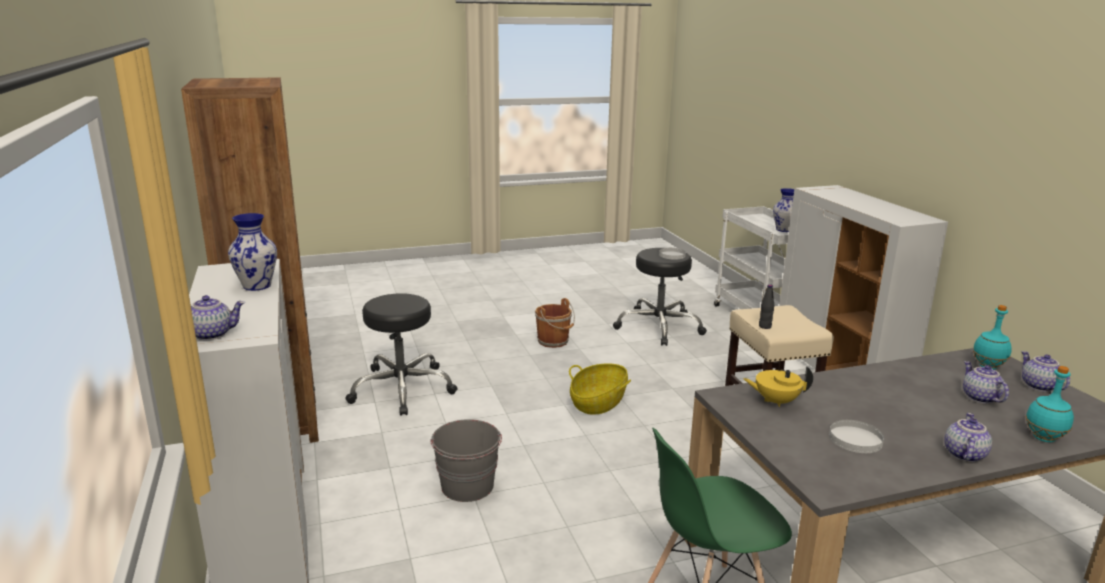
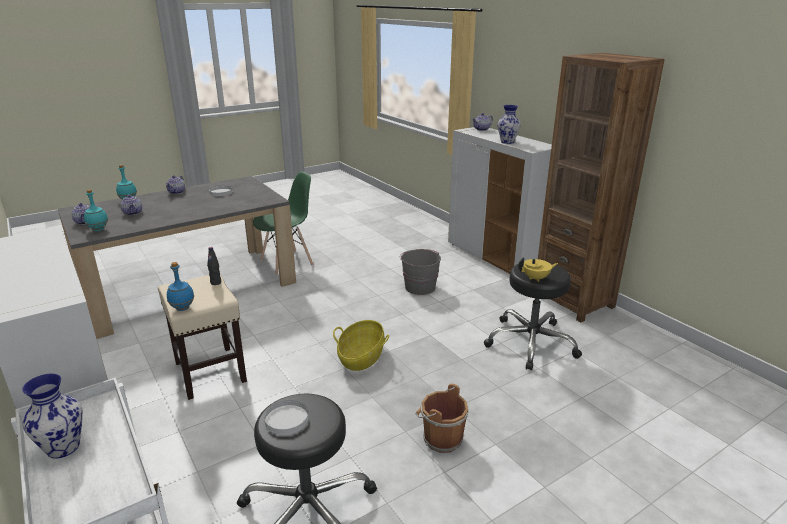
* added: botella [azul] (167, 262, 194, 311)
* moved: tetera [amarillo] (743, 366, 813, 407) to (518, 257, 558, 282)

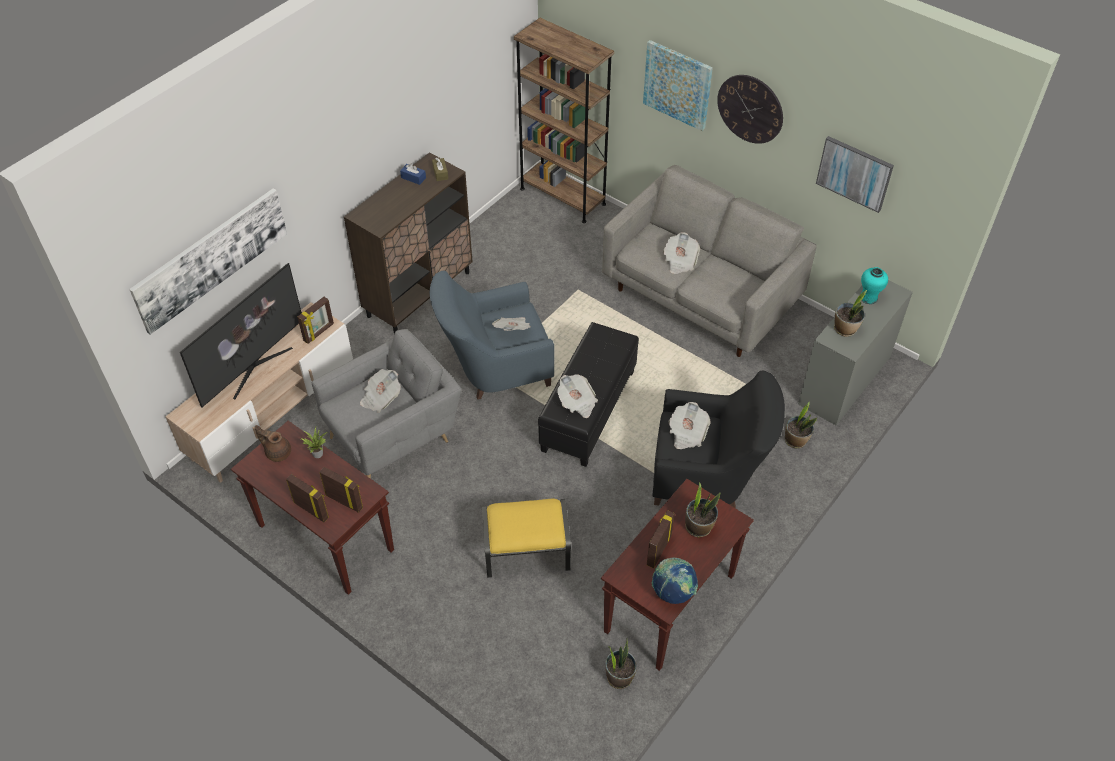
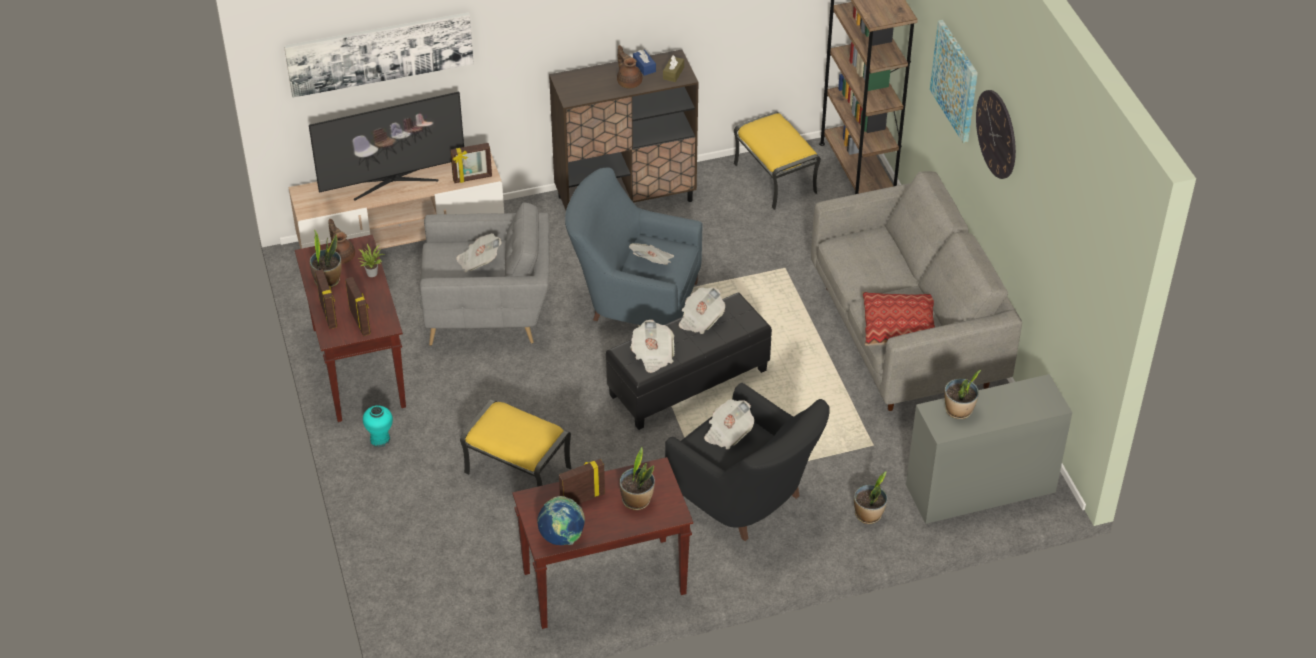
* moved: planta en maceta (605, 639, 637, 689) to (310, 229, 342, 288)
* moved: florero [turquesa] (861, 267, 888, 305) to (363, 405, 393, 447)
* added: tetera [marrón] (617, 45, 642, 88)
* moved: periódico (663, 232, 700, 274) to (679, 287, 725, 334)
* added: puf [amarillo] (734, 112, 821, 210)
* added: cojín (862, 292, 935, 346)
* removed: cuadro (816, 136, 894, 213)

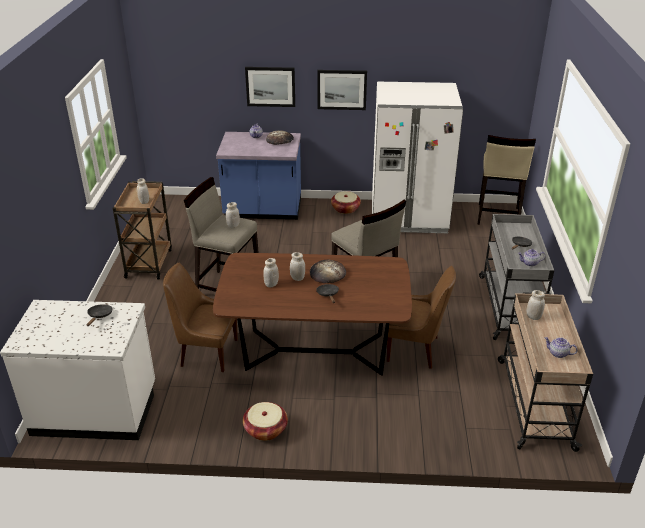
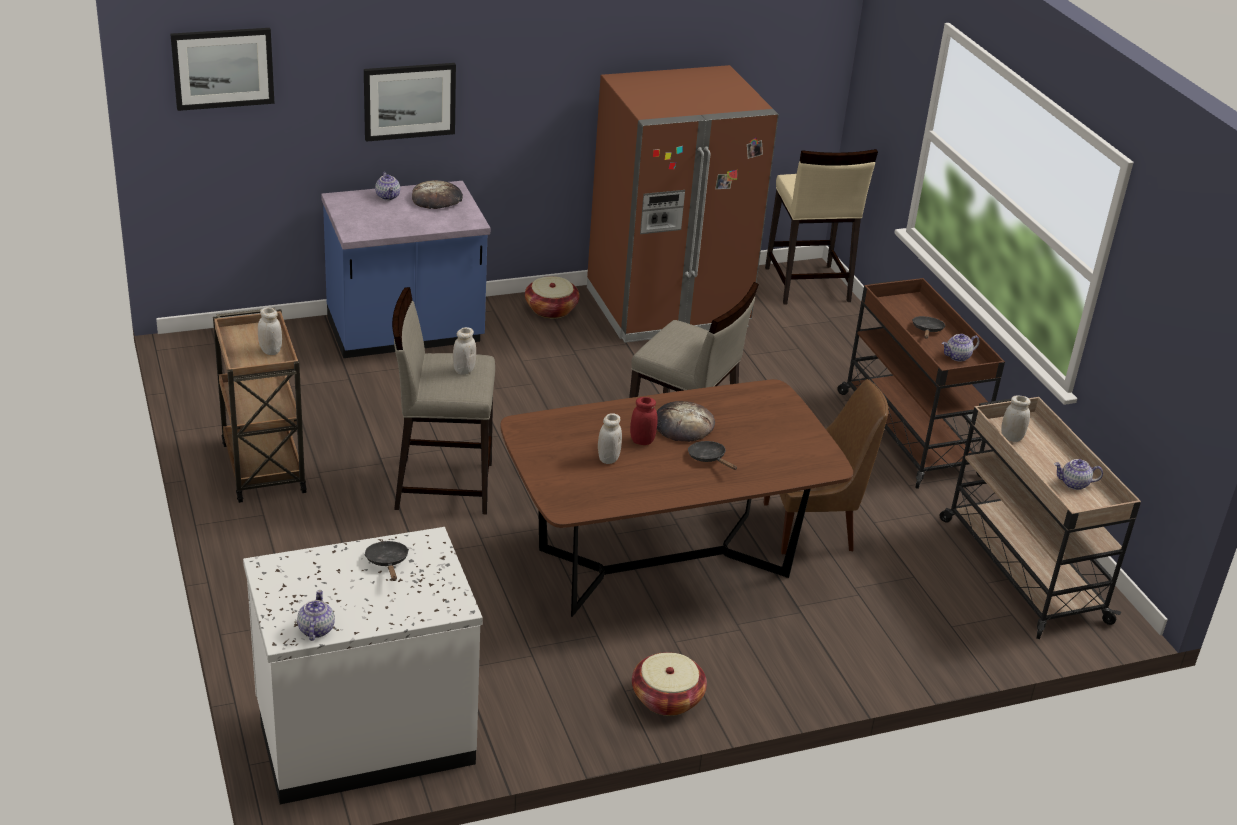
* moved: cuadro (317, 70, 367, 110) to (170, 28, 275, 111)
* added: tetera (297, 590, 335, 641)
* recoloured: nevera [blanco] (372, 82, 463, 233) to nevera [marrón] (587, 65, 779, 343)
* recoloured: tarro [blanco] (290, 252, 305, 281) to tarro [rojo] (630, 397, 658, 445)
* recoloured: carrito [gris] (479, 214, 554, 340) to carrito [marrón] (837, 278, 1005, 489)
* removed: silla [marrón] (163, 263, 238, 372)

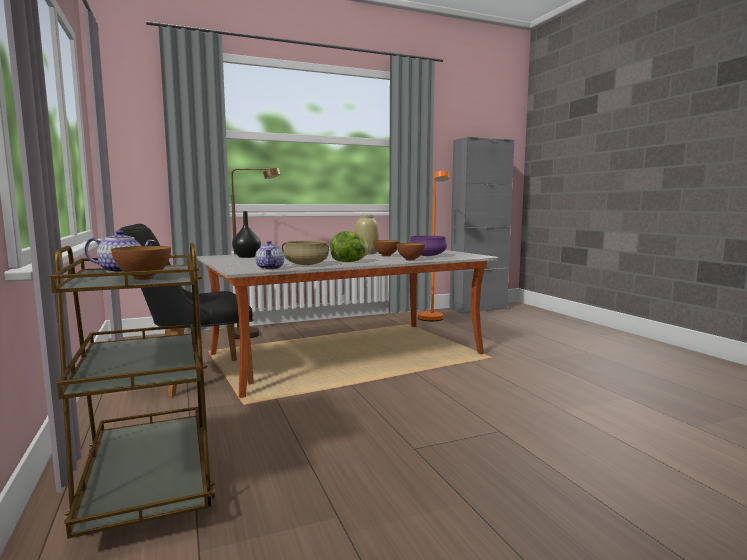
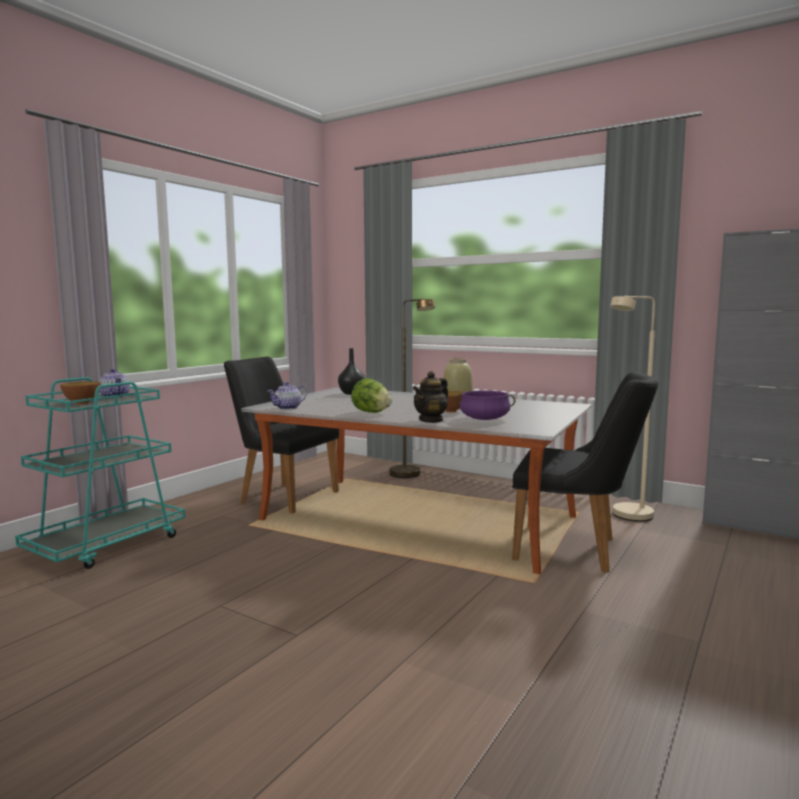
* recoloured: carrito [marrón] (50, 243, 216, 539) to carrito [turquesa] (15, 377, 185, 569)
* replaced: cuenco (397, 243, 425, 260) to tetera (413, 371, 448, 423)
* added: silla [negro] (512, 372, 659, 573)
* recoloured: lámpara de pie [naranja] (418, 171, 449, 321) to lámpara de pie [beis] (611, 296, 655, 522)
* removed: olla [beis] (282, 241, 329, 265)

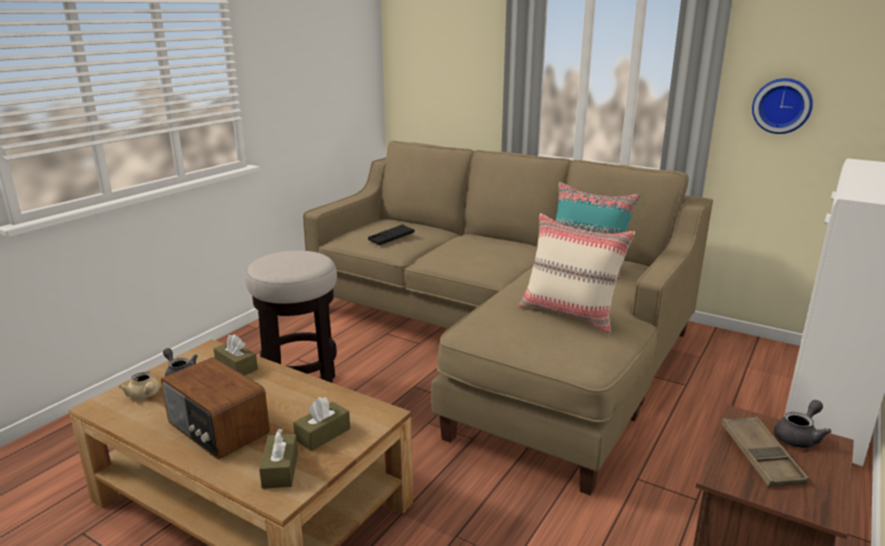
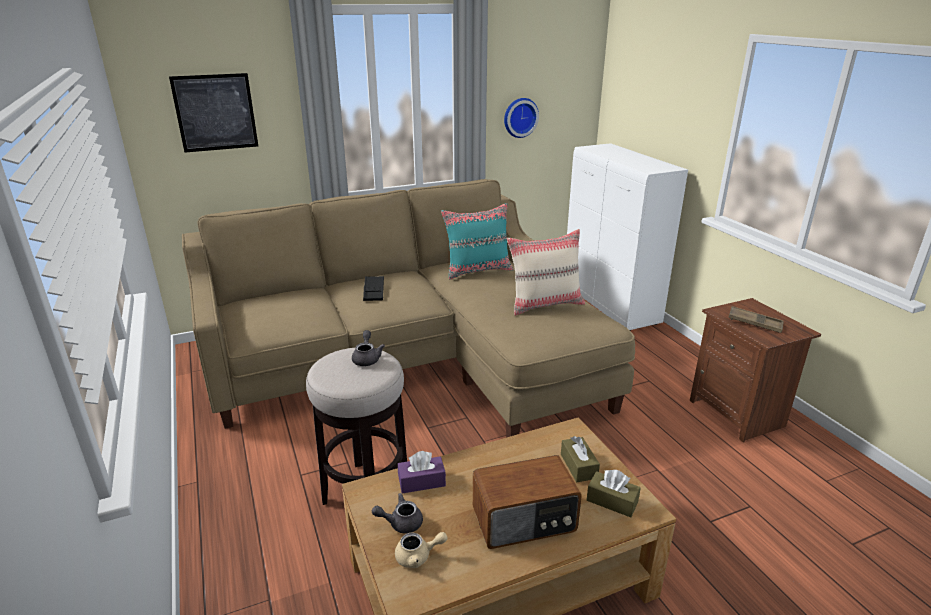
* added: cuadro (169, 73, 258, 152)
* moved: tetera [gris] (774, 400, 832, 448) to (352, 330, 385, 366)
* moved: bandeja [negro] (368, 224, 414, 245) to (363, 276, 384, 301)
* recoloured: caja de pañuelos [marrón] (214, 334, 258, 375) to caja de pañuelos [morado] (398, 451, 446, 493)

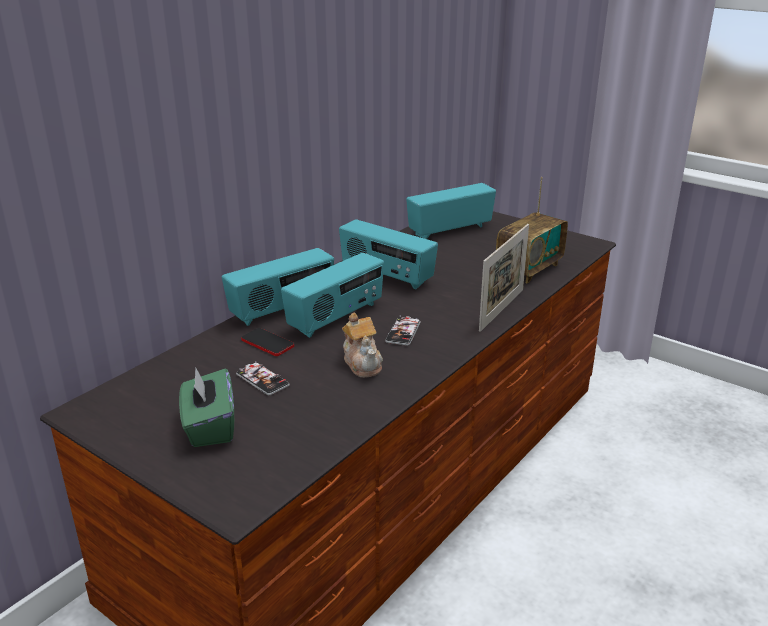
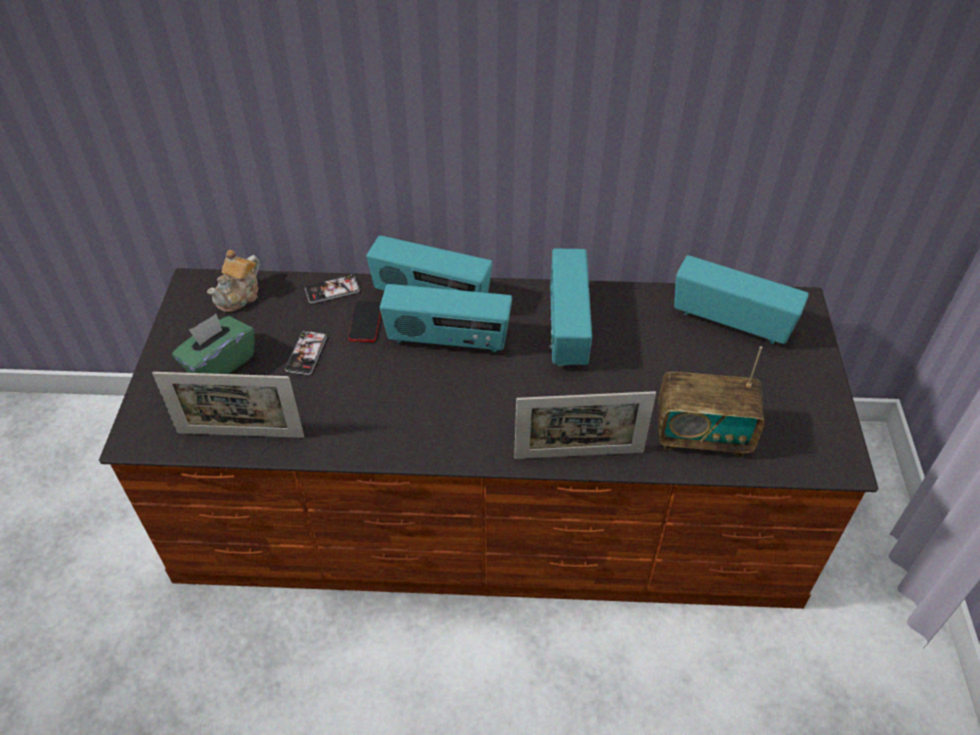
* added: portarretratos (152, 372, 304, 438)
* moved: tetera (342, 313, 383, 378) to (207, 250, 259, 312)
* moved: móvil (385, 316, 421, 346) to (305, 275, 360, 304)

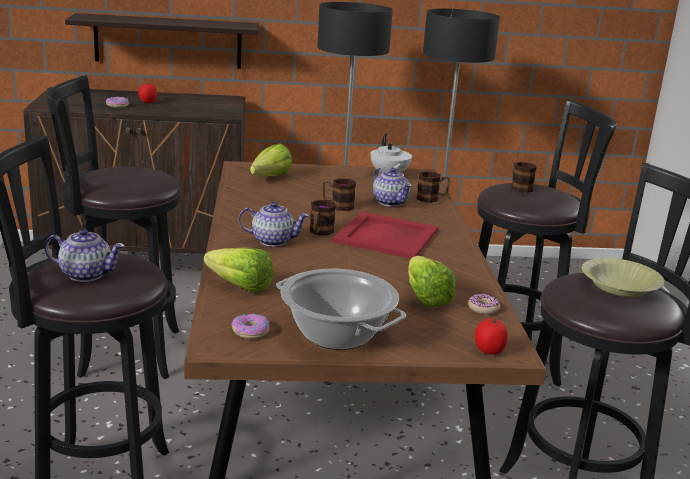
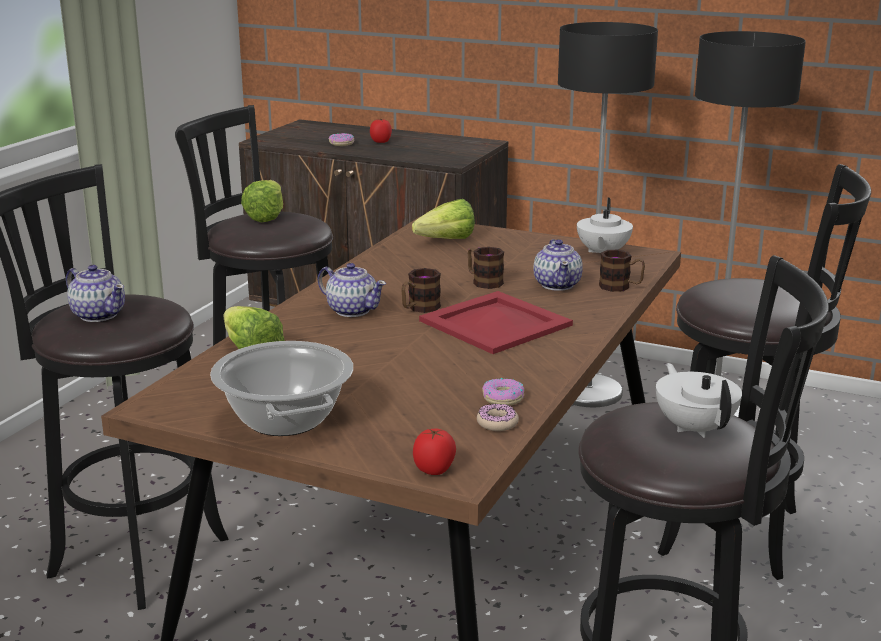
* moved: lechuga (408, 256, 456, 308) to (241, 180, 283, 222)
* moved: rosquilla (232, 314, 270, 339) to (482, 378, 524, 406)
* replaced: cuenco [amarillo] (582, 258, 665, 297) to tetera [blanco] (656, 363, 742, 438)
* removed: estante (65, 13, 259, 69)
* removed: taza grande (511, 162, 537, 193)

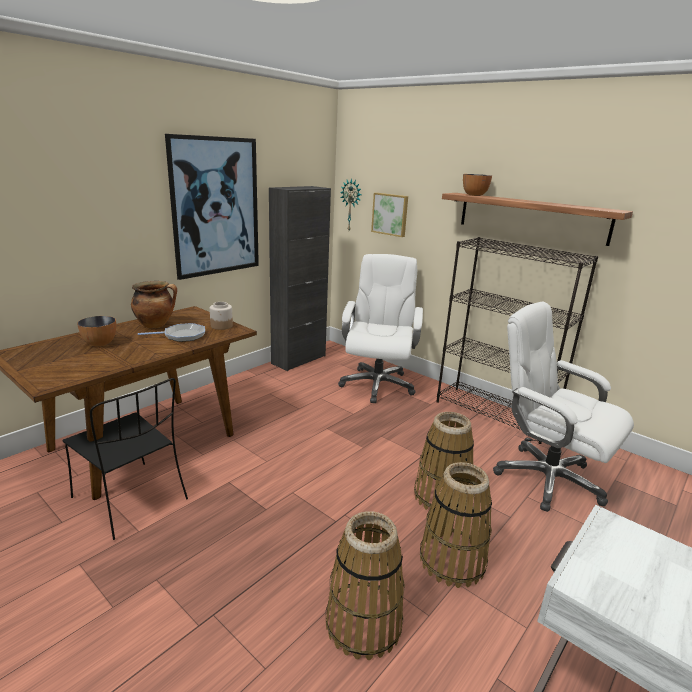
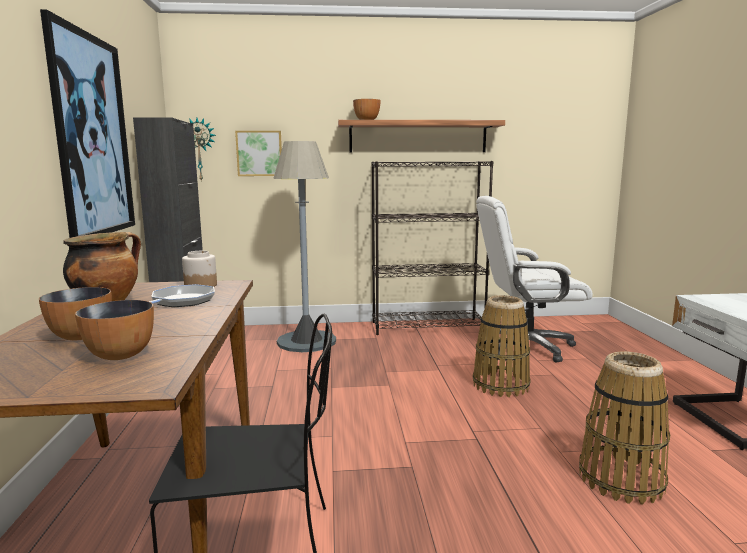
* added: cuenco (75, 300, 154, 360)
* replaced: silla de oficina [blanco] (338, 254, 423, 403) to lámpara de pie [gris] (273, 141, 336, 352)
* removed: cesta (420, 462, 492, 588)

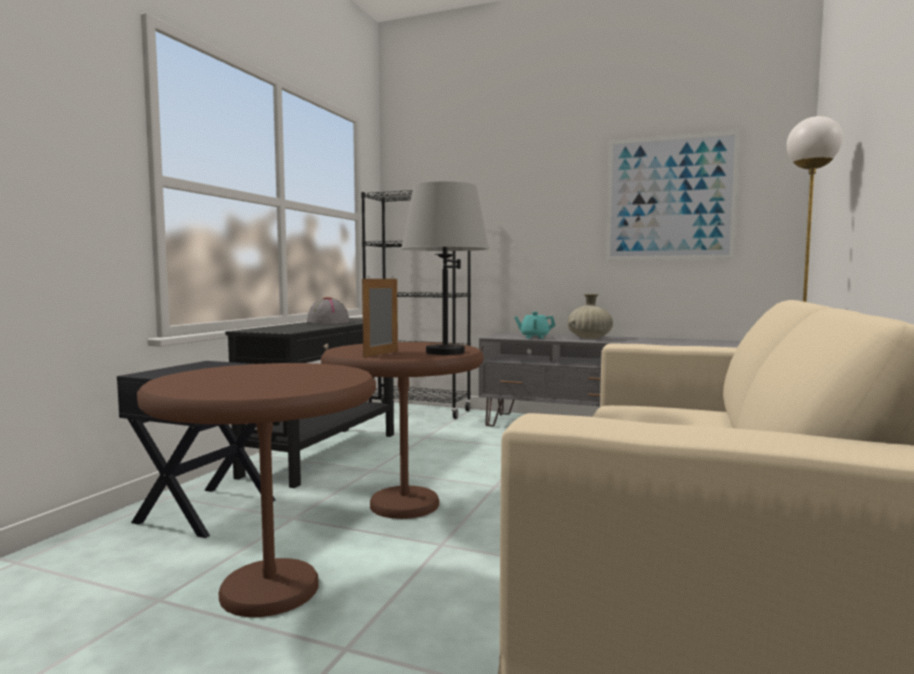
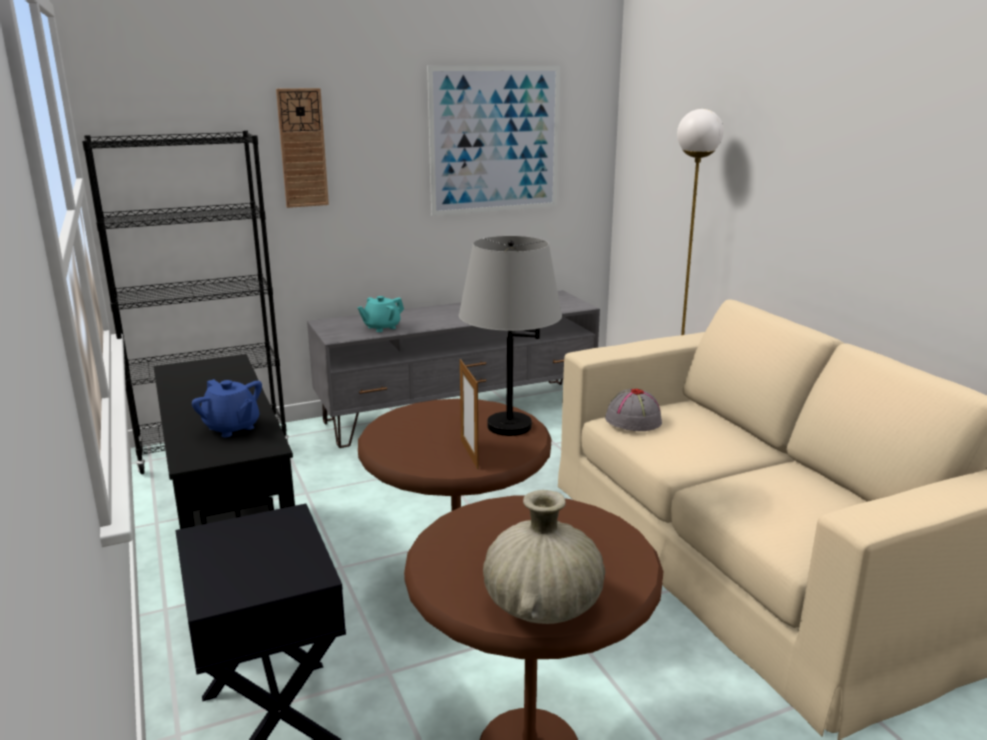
* added: tetera [azul] (192, 379, 262, 437)
* added: reloj de pared (276, 88, 329, 208)
* moved: florero [beis] (568, 294, 613, 339) to (483, 490, 605, 624)
* moved: sombrero [gris] (307, 297, 350, 324) to (605, 389, 662, 431)

